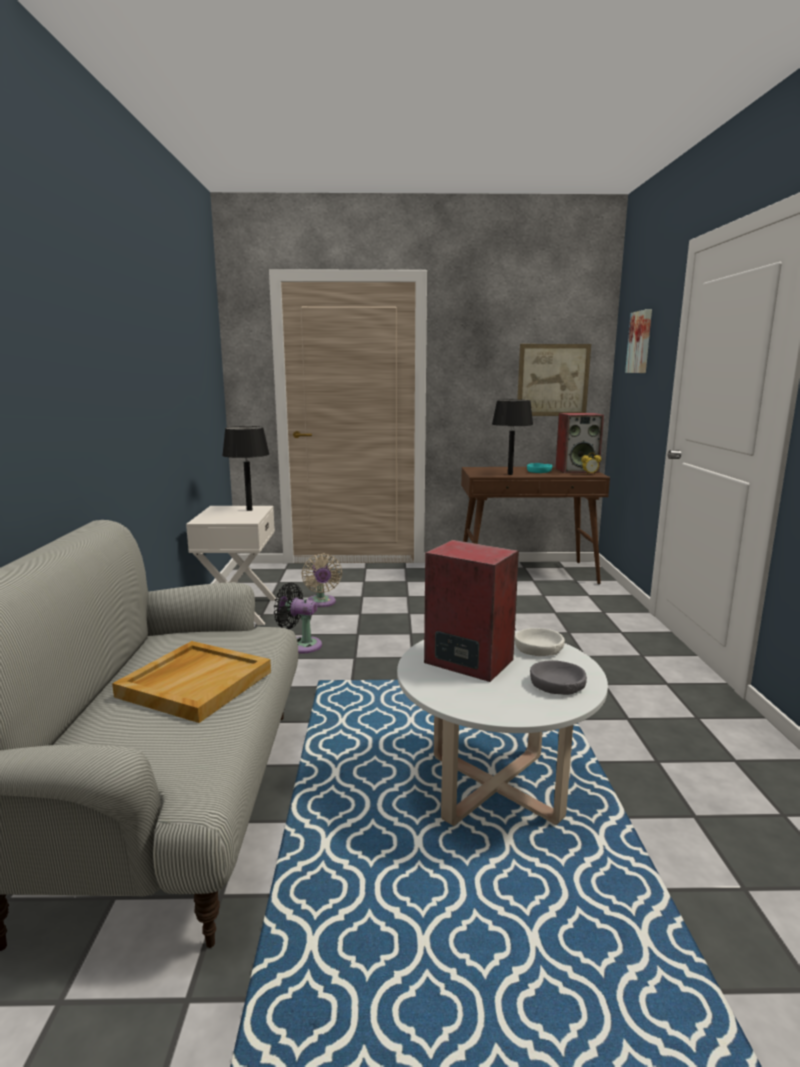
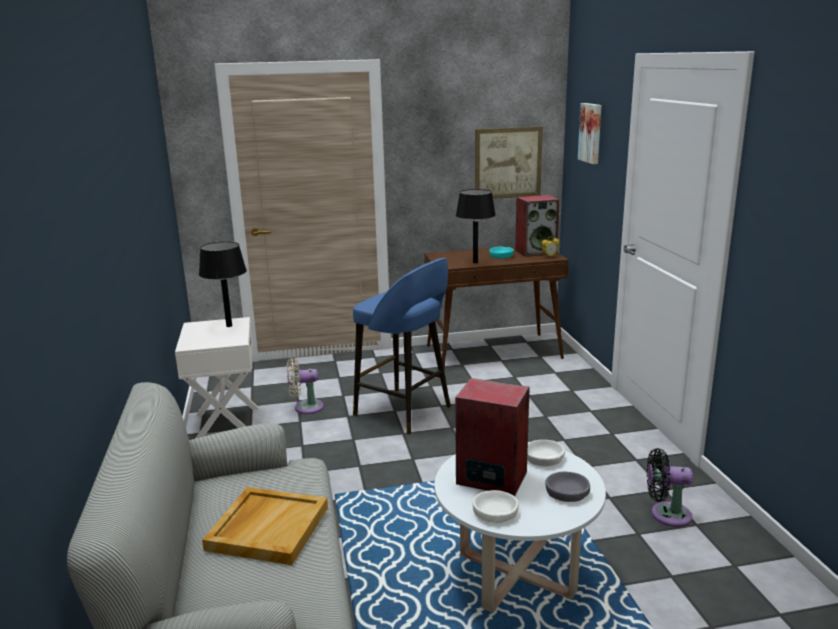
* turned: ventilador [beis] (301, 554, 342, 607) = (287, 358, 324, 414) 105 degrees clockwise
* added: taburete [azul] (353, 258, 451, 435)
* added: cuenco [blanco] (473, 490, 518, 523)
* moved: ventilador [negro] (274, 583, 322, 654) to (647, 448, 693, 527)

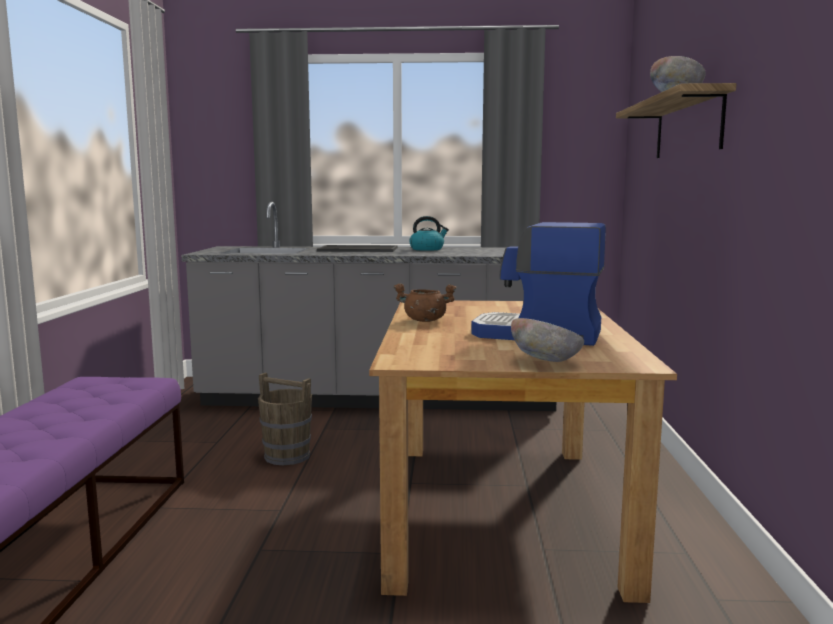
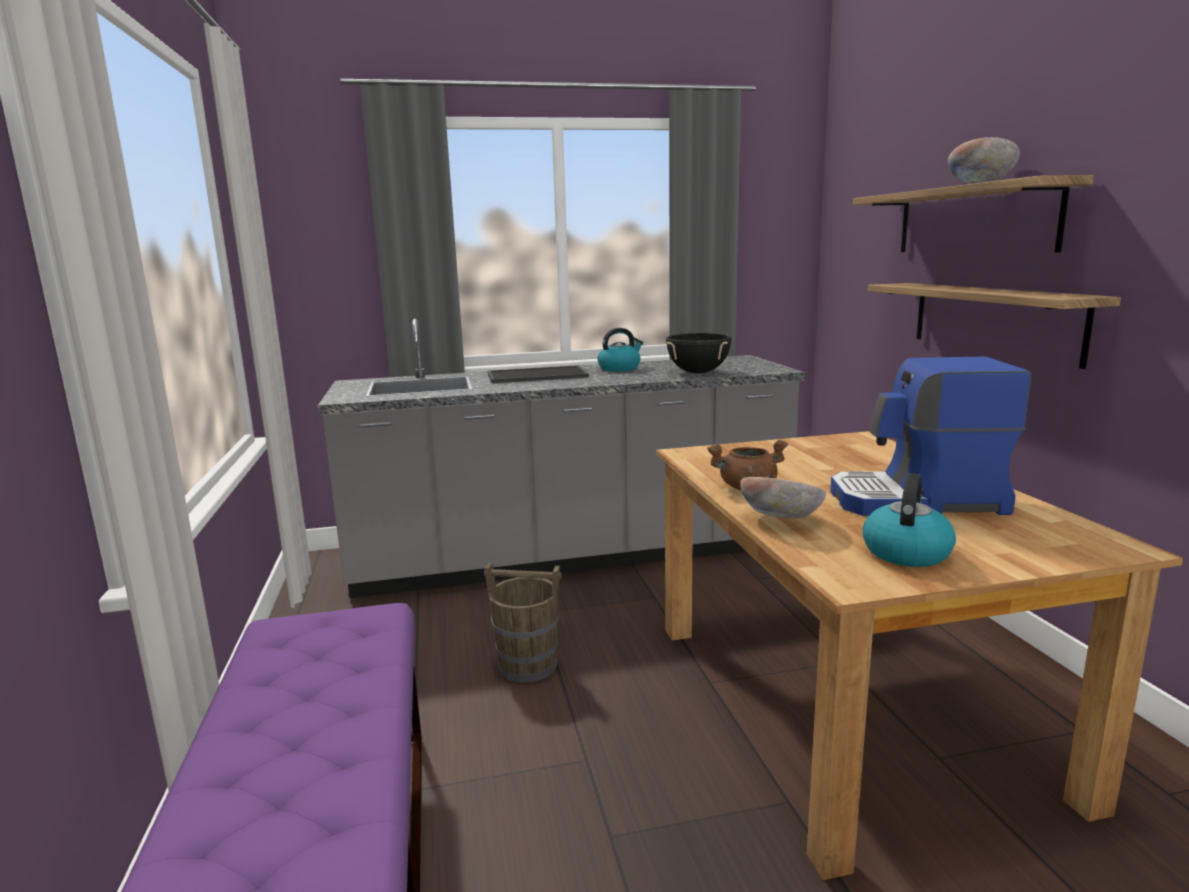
* added: olla [negro] (666, 333, 732, 374)
* moved: cuenco (511, 318, 584, 362) to (740, 477, 826, 518)
* added: hervidor (863, 473, 956, 567)
* added: estante (868, 283, 1121, 369)

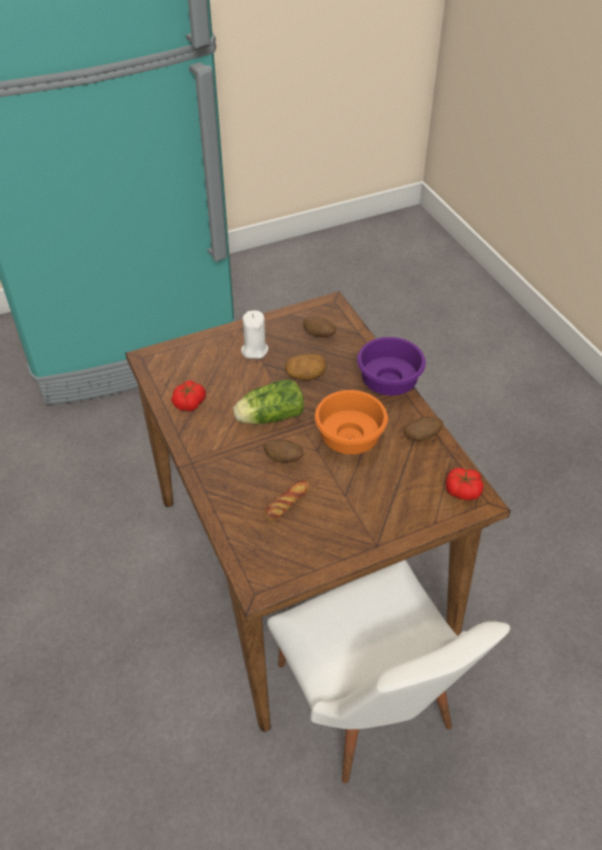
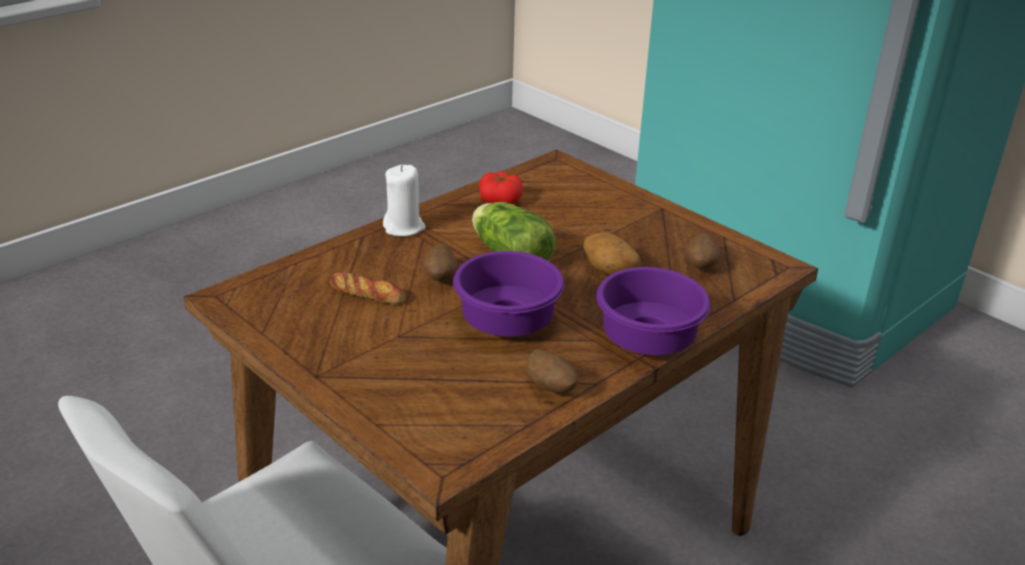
* moved: vela [blanco] (241, 310, 268, 359) to (383, 165, 426, 236)
* recoloured: cuenco [naranja] (315, 390, 388, 454) to cuenco [morado] (453, 251, 564, 336)
* removed: tomate (446, 468, 484, 500)

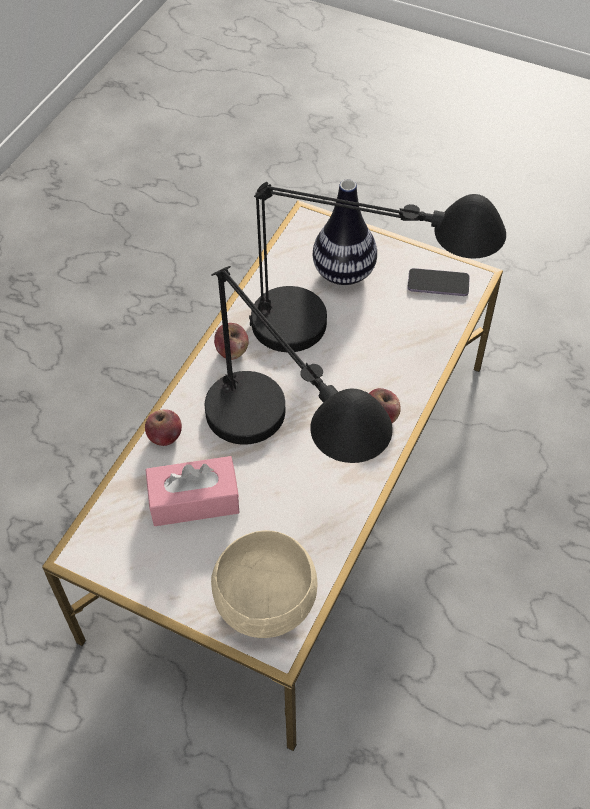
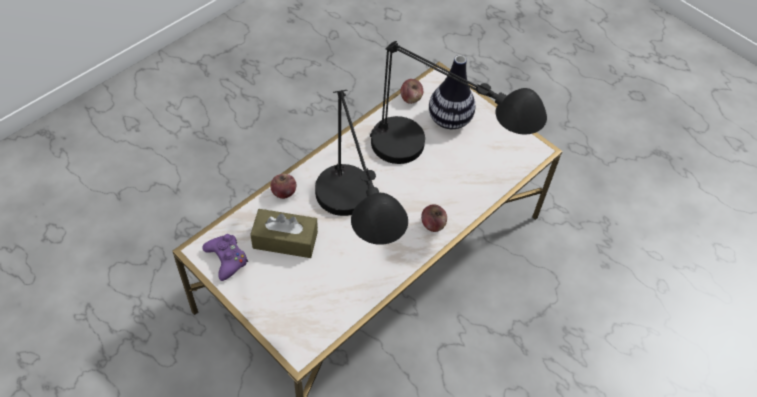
* added: mando de consola [morado] (202, 234, 248, 281)
* recoloured: caja de pañuelos [rosa] (145, 456, 240, 526) to caja de pañuelos [marrón] (250, 209, 318, 258)
* moved: manzana (214, 323, 249, 360) to (401, 79, 423, 104)
* removed: cuenco [beis] (211, 530, 317, 638)
* removed: móvil (408, 268, 470, 296)

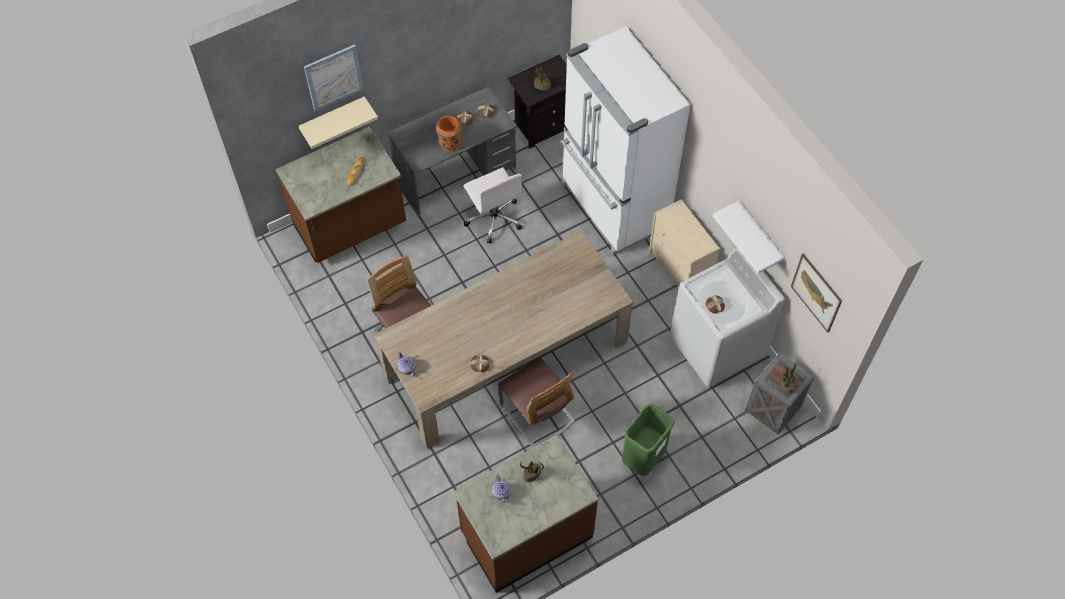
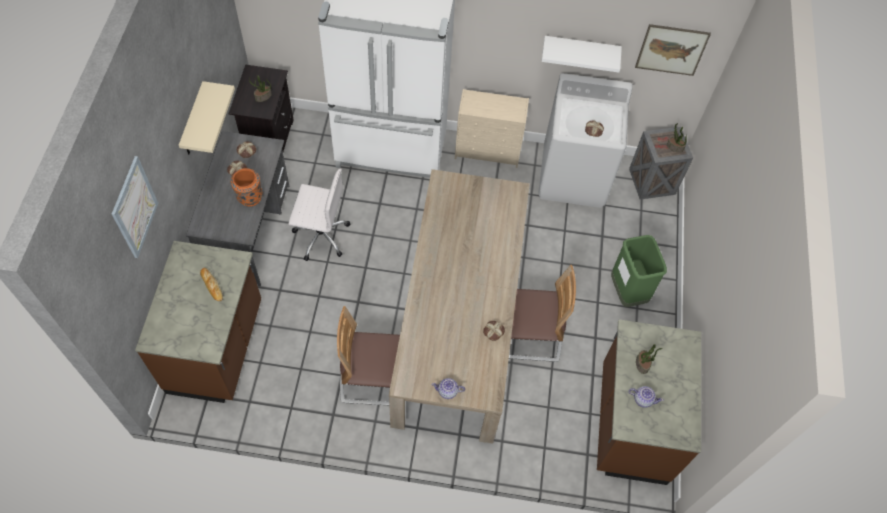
* moved: estante [beis] (299, 96, 378, 149) to (179, 81, 235, 154)

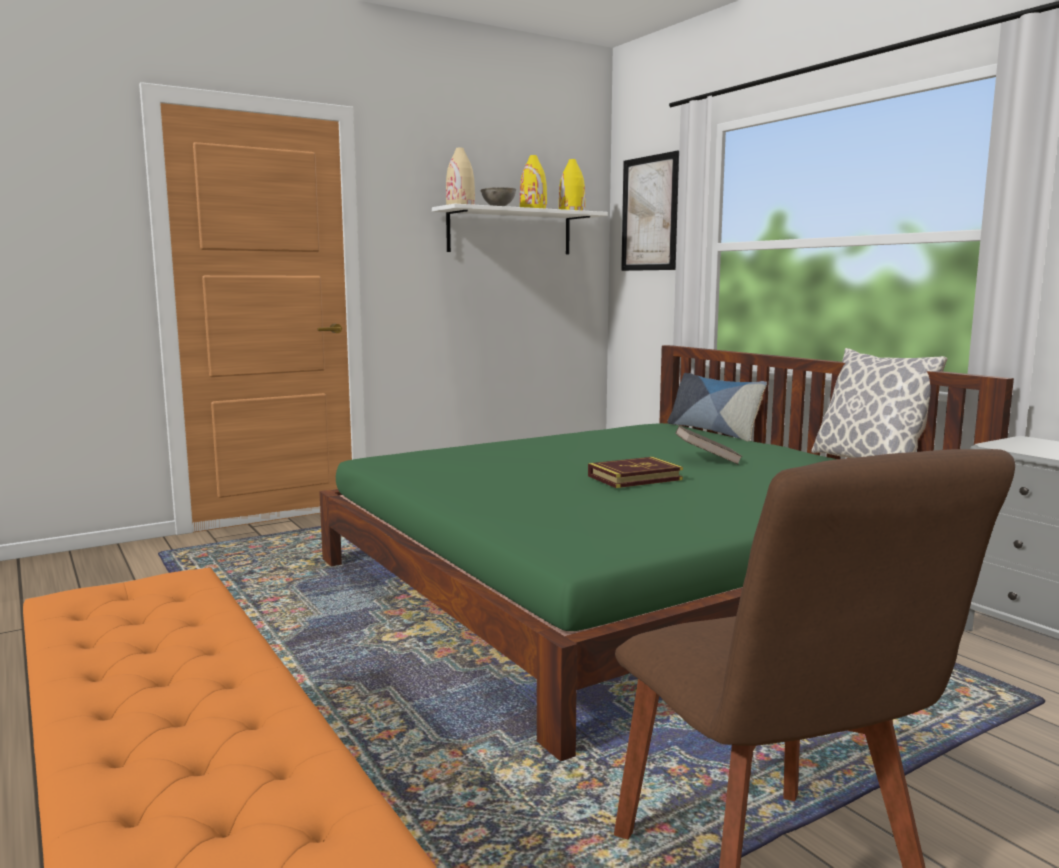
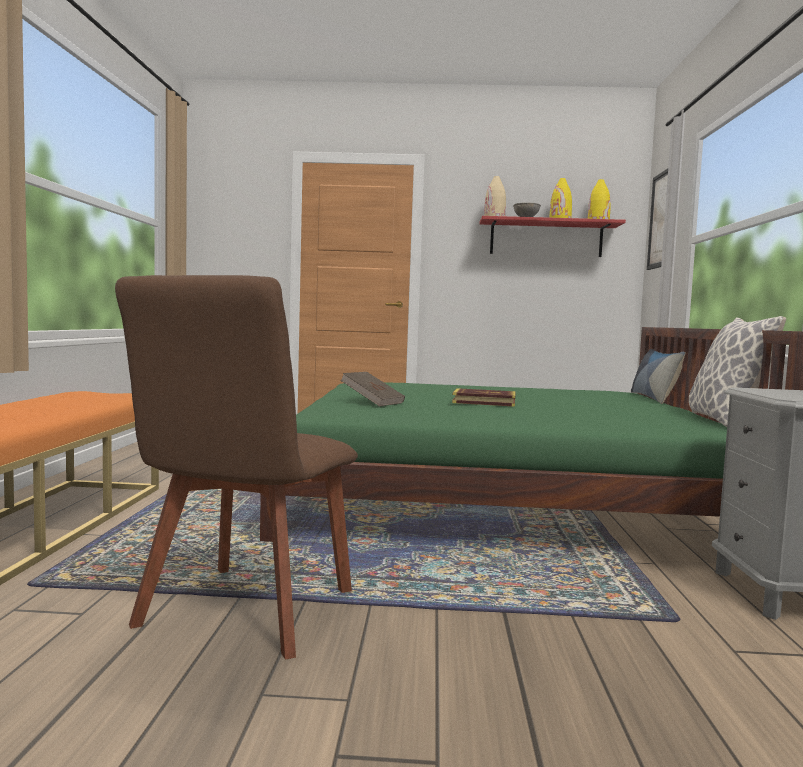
* moved: libro [marrón] (675, 426, 743, 465) to (340, 372, 405, 406)
* recoloured: estante [blanco] (432, 204, 608, 254) to estante [rojo] (479, 216, 626, 257)

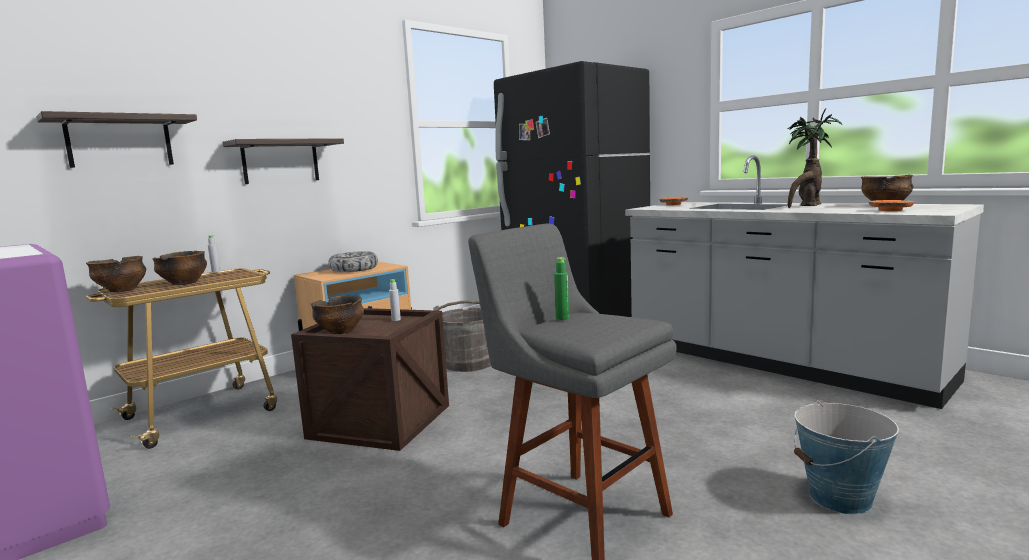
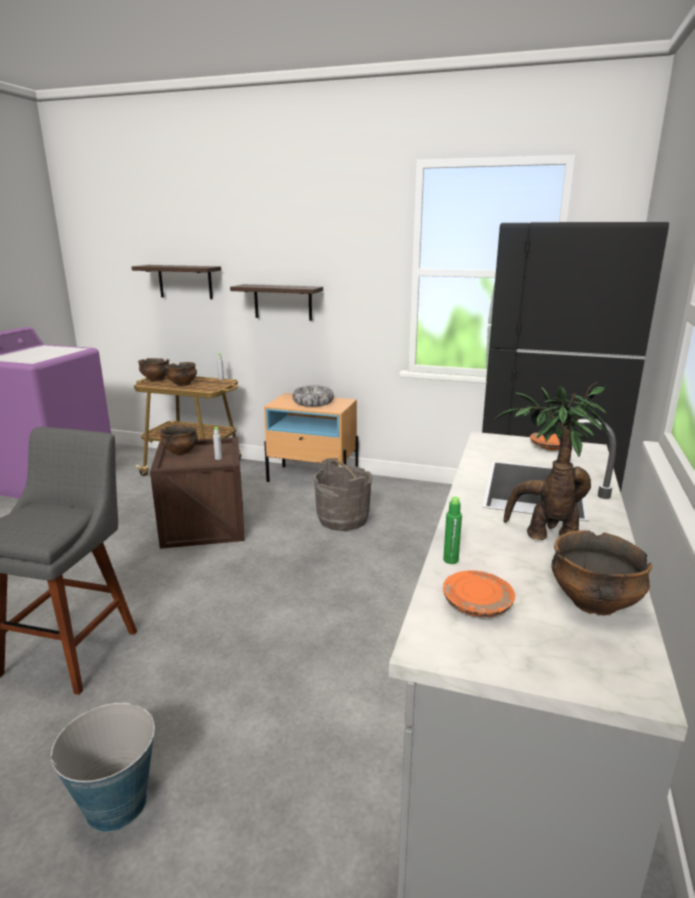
* moved: botella [verde] (554, 257, 569, 320) to (443, 497, 462, 564)

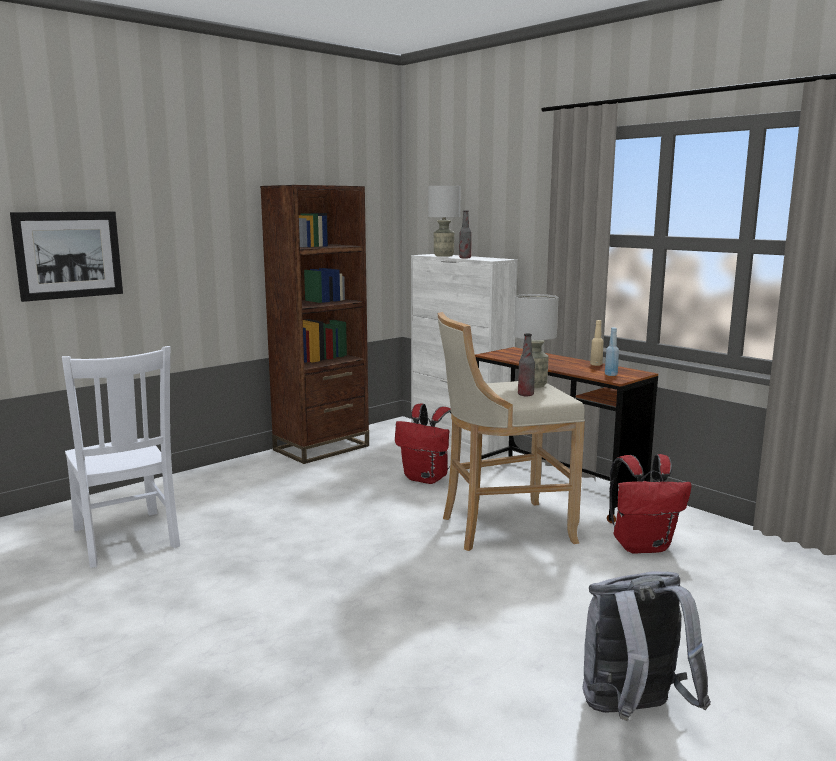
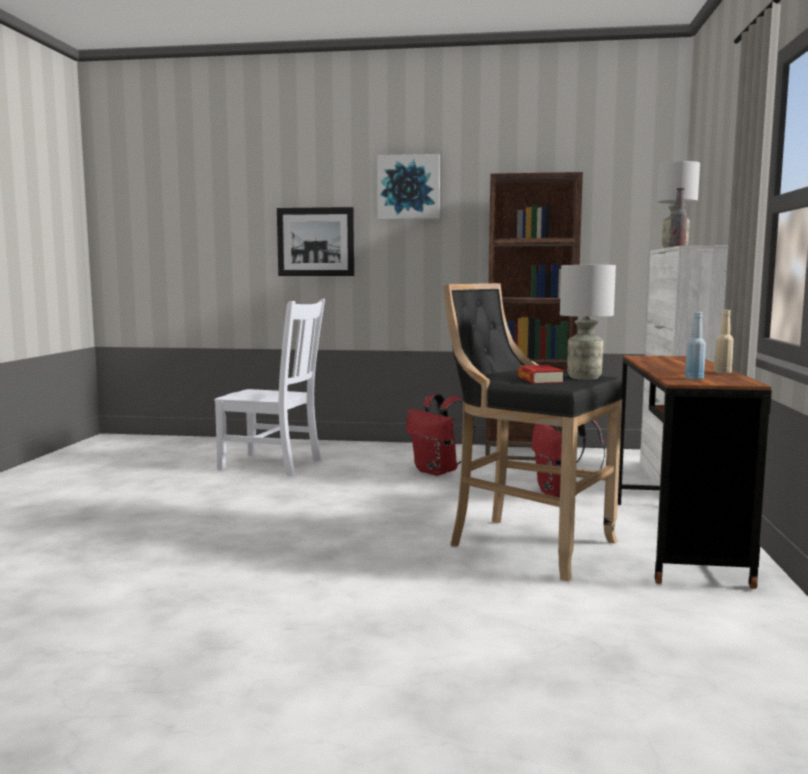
* turned: silla [blanco] (62, 346, 180, 568) = (214, 299, 325, 476) 90 degrees counterclockwise
* added: cuadro (377, 154, 440, 220)
* moved: mochila [rojo] (609, 454, 692, 554) to (406, 393, 475, 476)
* recoloured: taburete [beis] (437, 312, 585, 551) to taburete [negro] (443, 283, 623, 581)
* replaced: botella (518, 334, 535, 396) to libro (518, 365, 564, 384)
* removed: mochila [gris] (583, 571, 711, 721)

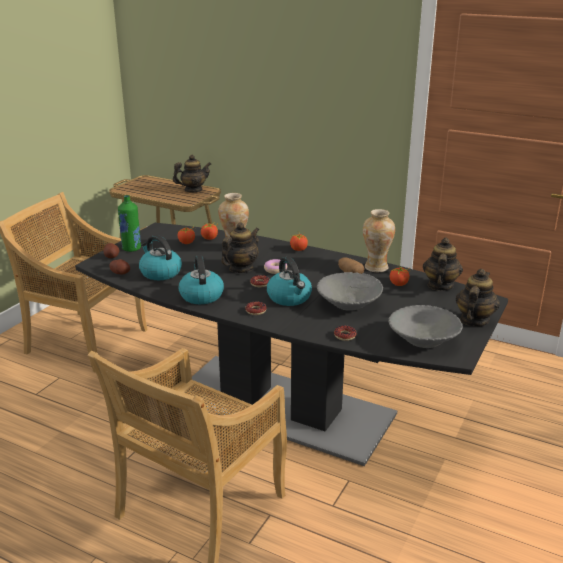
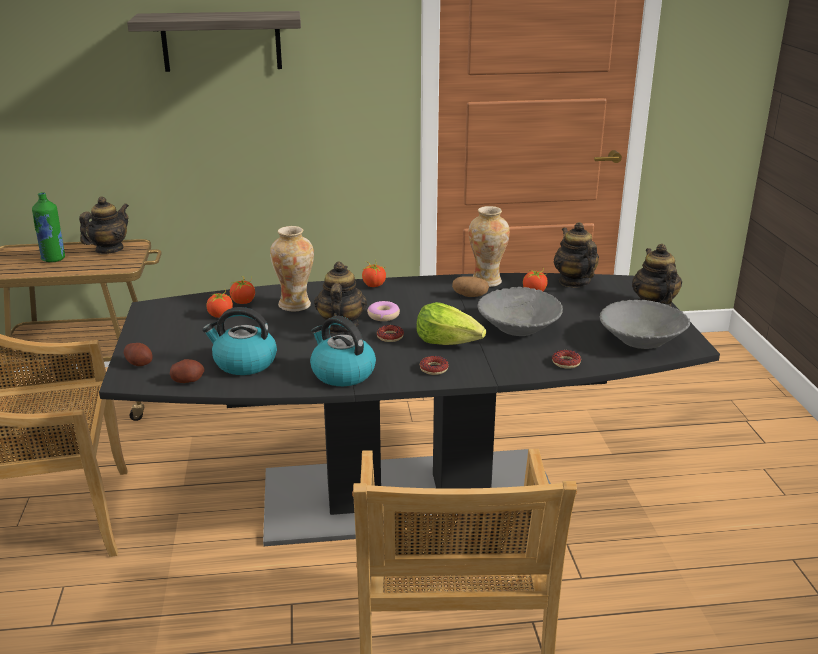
* moved: botella [verde] (118, 195, 141, 252) to (32, 192, 65, 262)
* added: estante (127, 11, 301, 72)
* replaced: hervidor (267, 257, 312, 306) to lechuga (416, 302, 486, 345)

